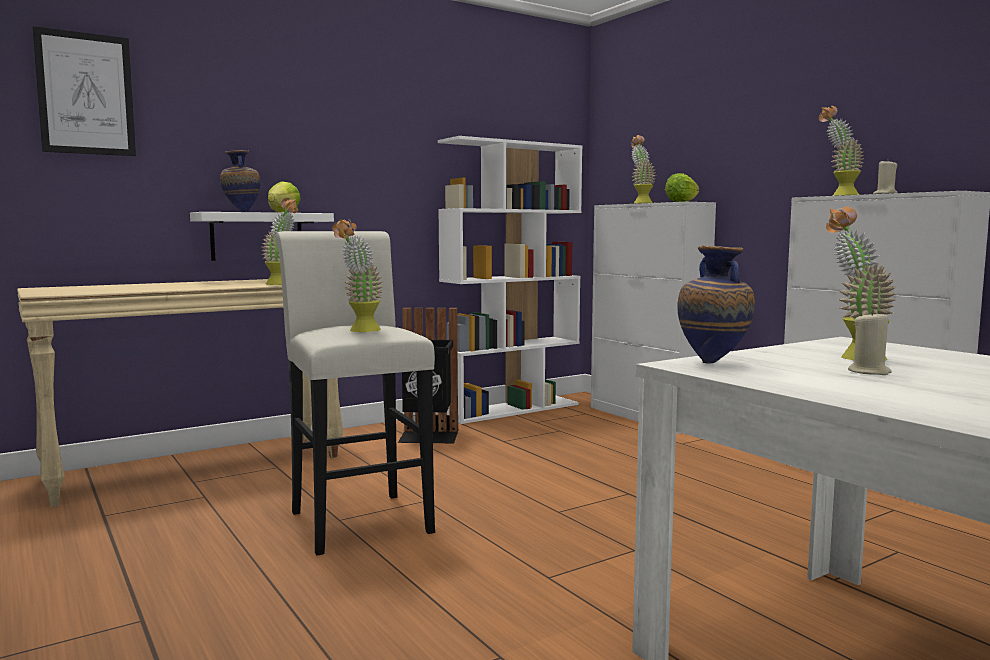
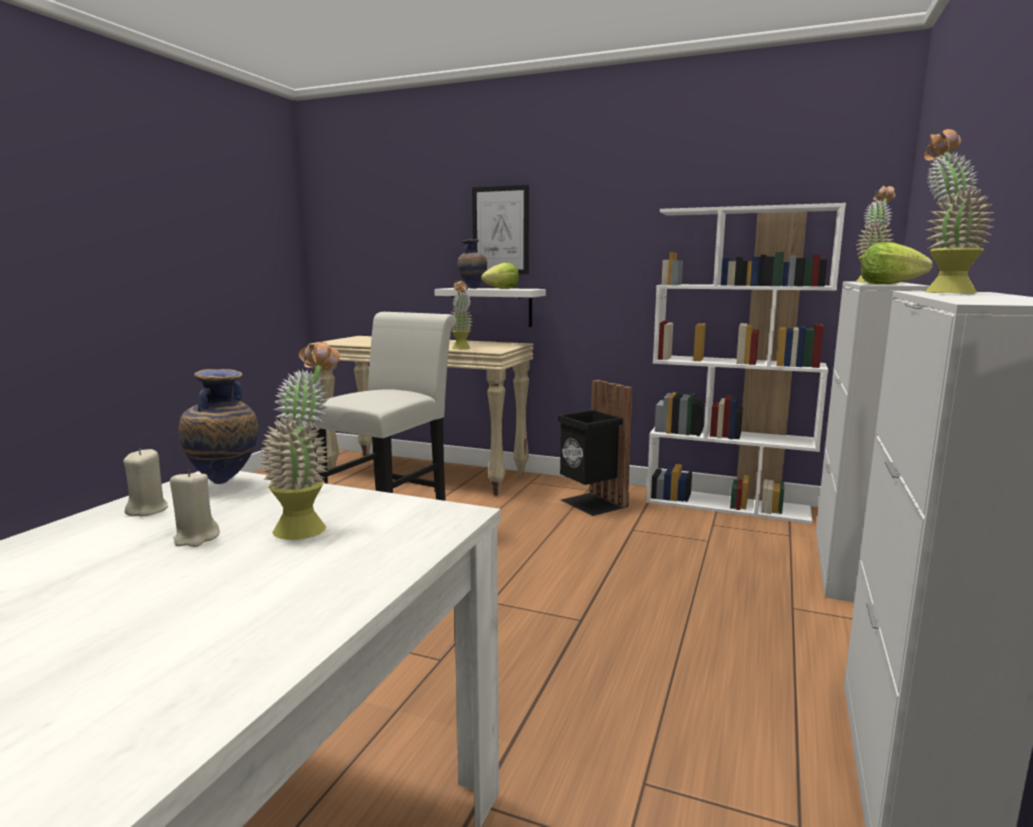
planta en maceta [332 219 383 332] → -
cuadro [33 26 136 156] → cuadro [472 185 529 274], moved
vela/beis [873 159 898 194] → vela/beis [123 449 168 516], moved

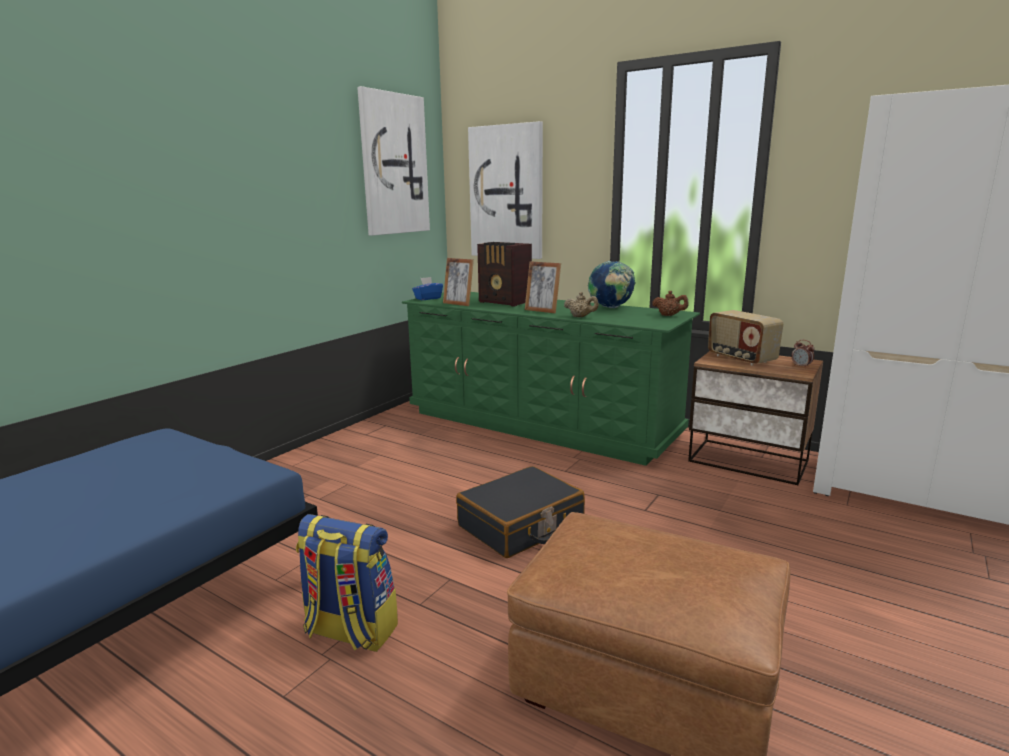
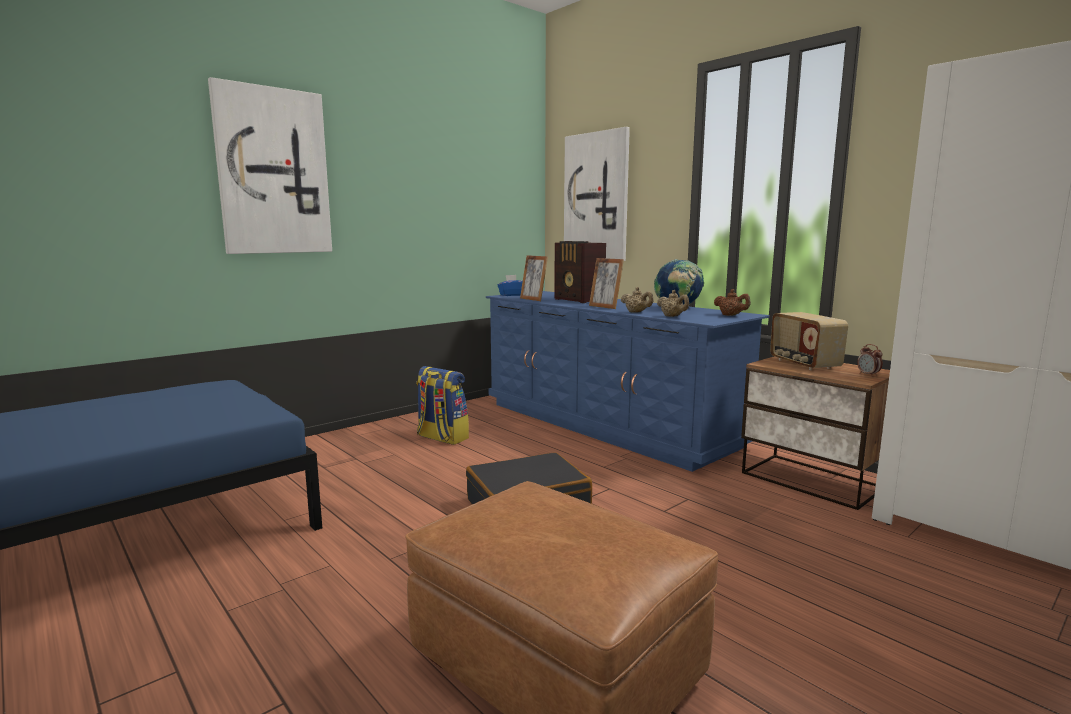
- → tetera/beis [657 290 689 317]
mochila [296 514 398 652] → mochila [416 366 469 445], moved
cuadro [357 86 430 236] → cuadro [208 77 332 254], moved
cómoda/verde [402 292 700 466] → cómoda/azul [486 291 770 472]

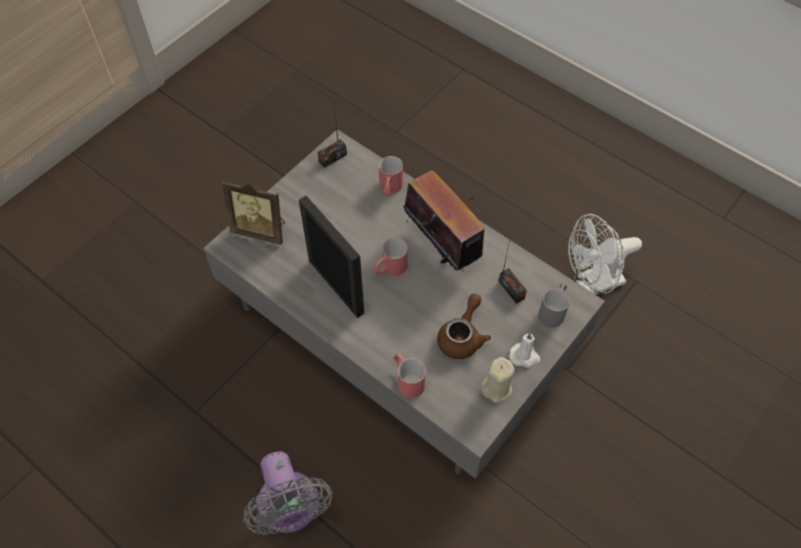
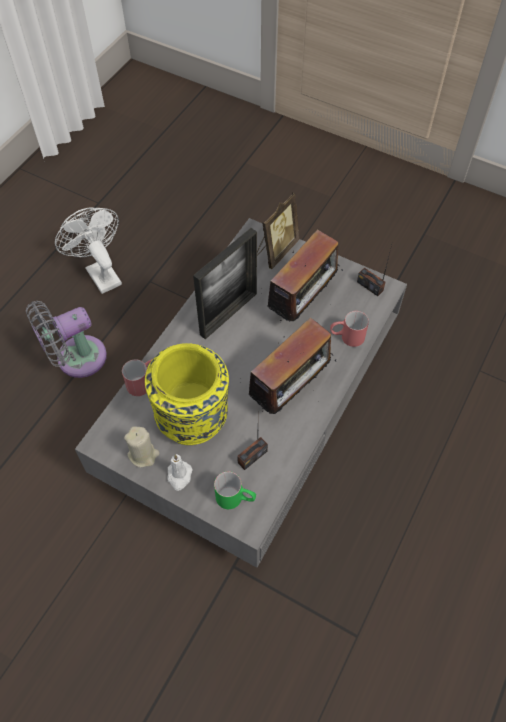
taza grande/rojo [373 238 408 276] → -
- → radio [261 230 343 321]
ventilador/blanco [568 214 642 295] → ventilador/blanco [55 208 122 294], moved
tetera/marrón [437 294 491 359] → florero/amarillo [145 343 229 445]
taza grande/gris [538 283 570 327] → taza grande/verde [214 471 256 509]
portarretratos [222 180 285 245] → portarretratos [257 192 300 269], 150 degrees counterclockwise

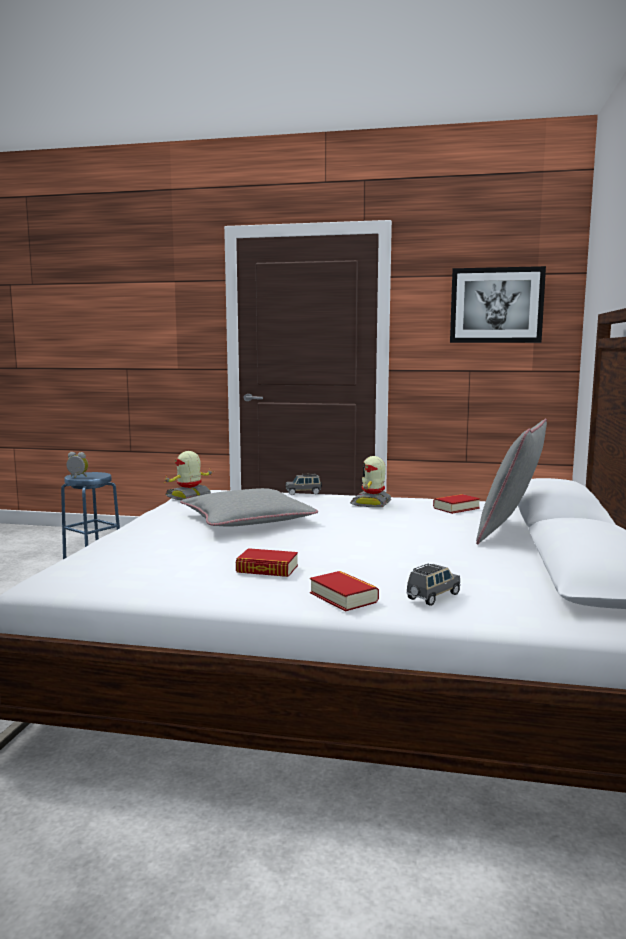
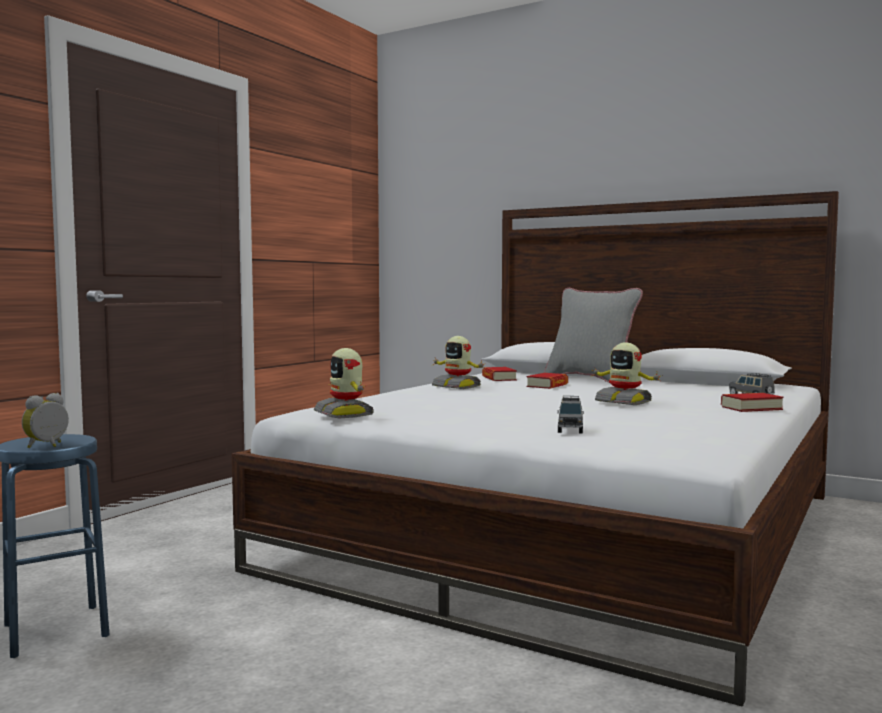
cojín/gris [180 488 318 527] → -
cuadro [450 266 546 343] → -
- → robot de juguete [590 342 663 405]
libro [236 548 298 577] → libro [526 373 568 389], moved
coche de juguete/gris [286 473 322 495] → coche de juguete/gris [557 396 584 434], moved

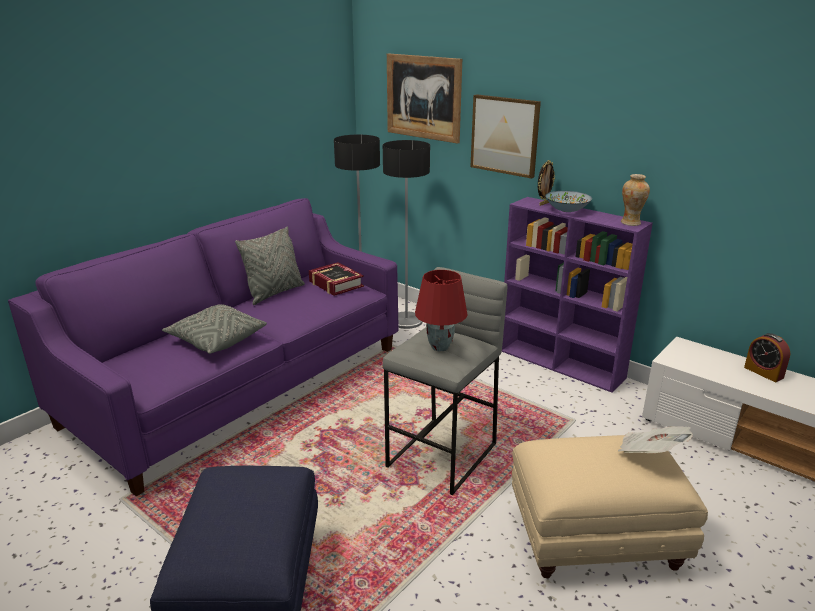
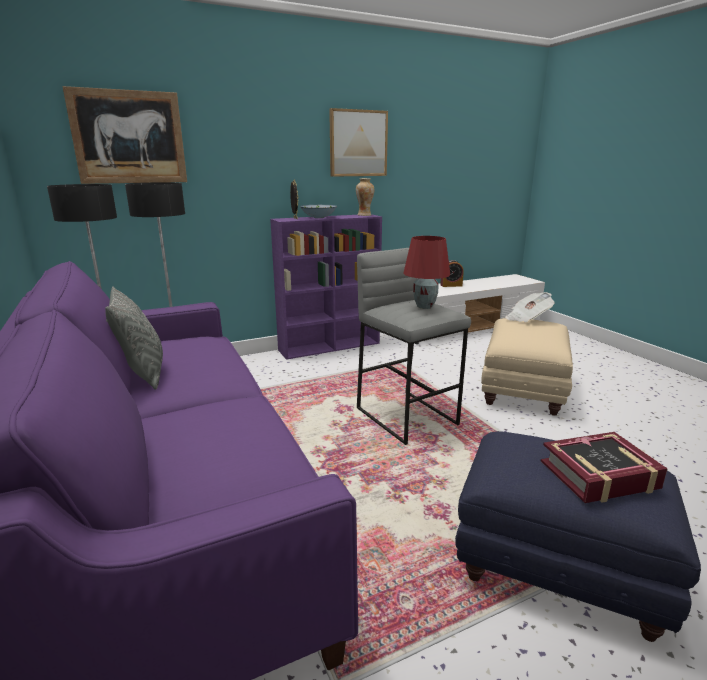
cojín/gris [162 304 267 354] → -
libro [309 262 364 296] → libro [541 432 668 503], moved
cuadro [470 94 541 179] → cuadro [329 108 388 177], moved

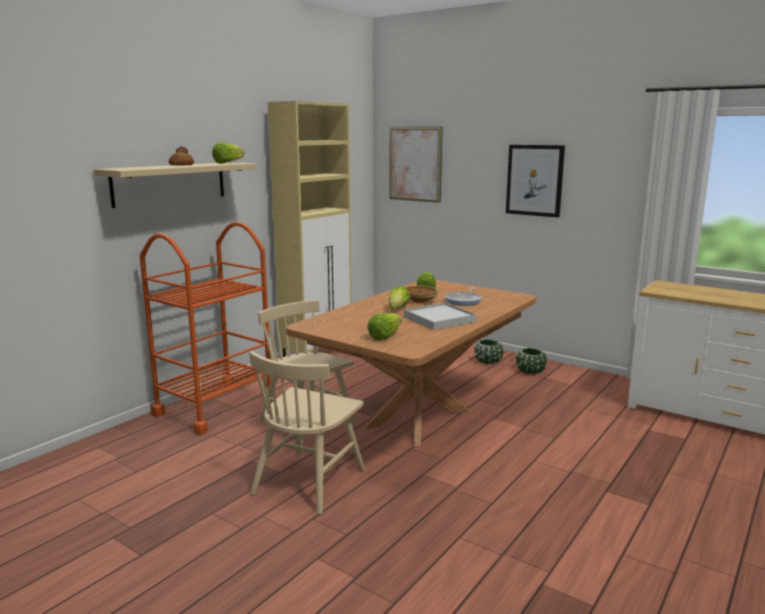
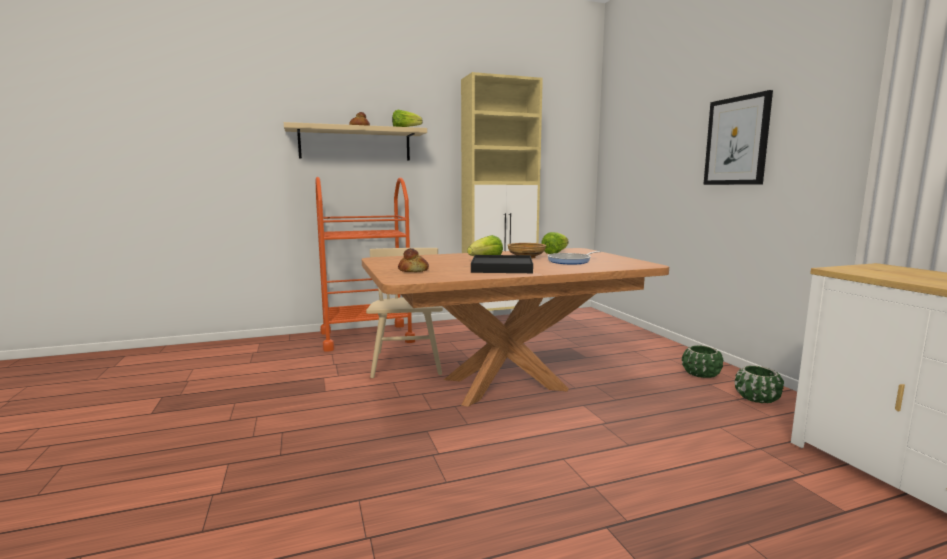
silla/beis [249 351 365 514] → -
cuadro [389 126 443 203] → -
maceta/verde [474 339 503 364] → maceta/verde [735 366 784 403], moved
lechuga [367 313 402 340] → pan [398 248 429 272]
bandeja/blanco [404 303 476 330] → bandeja/negro [471 255 533 273]

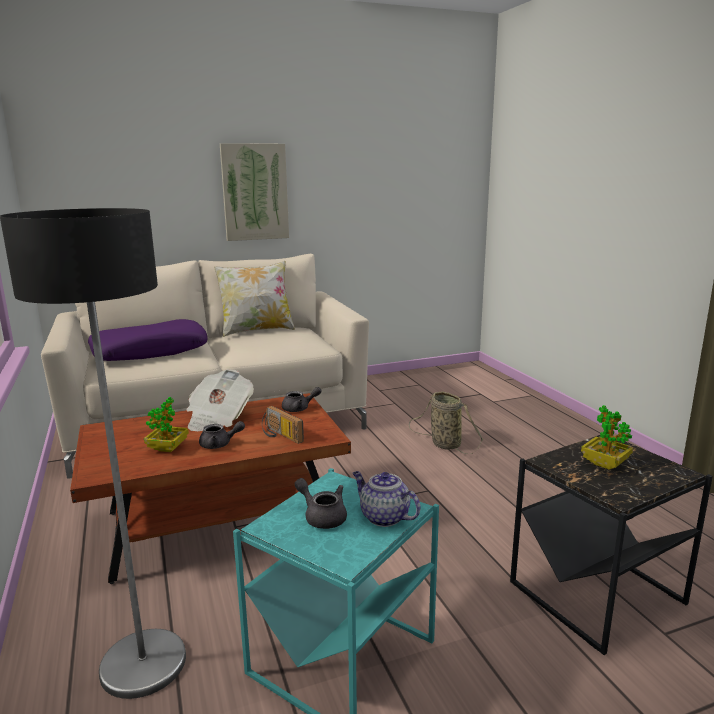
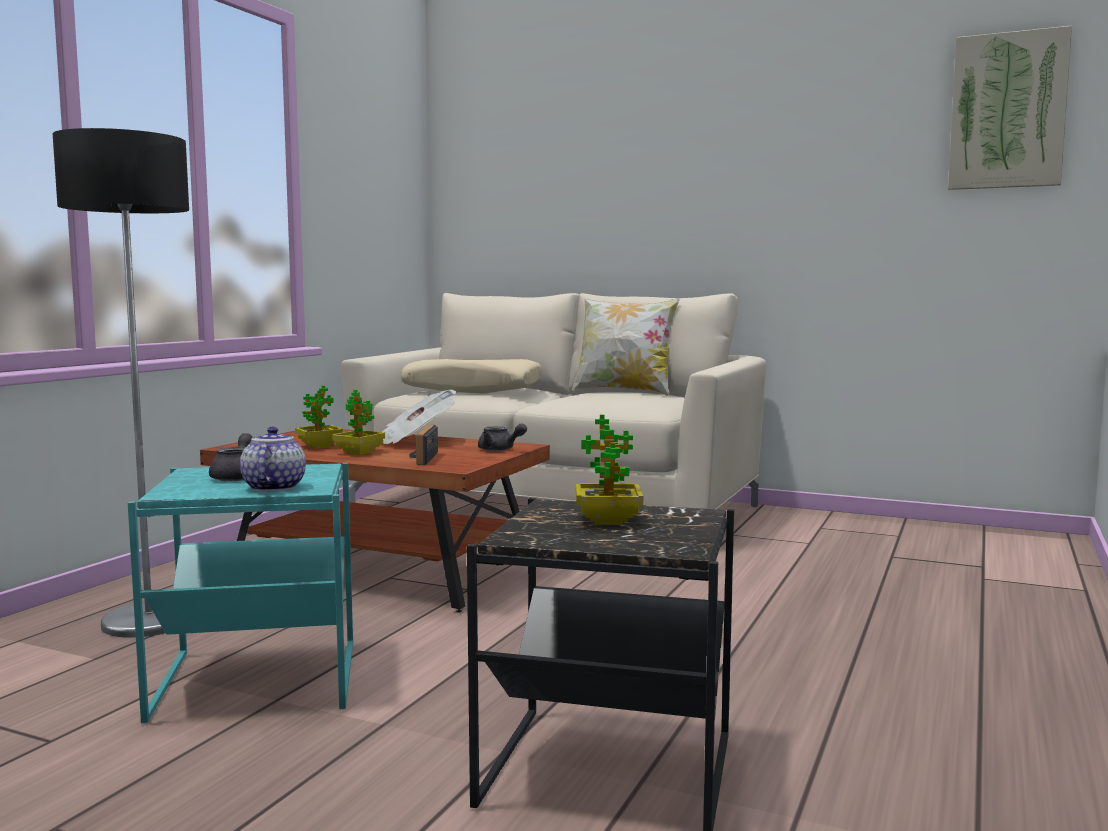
cesta [409 391 483 454] → -
cuadro [220 143 289 241] → cuadro [948 26 1072 190], moved
tetera/gris [199 421 245 449] → planta en maceta [332 390 385 455]
cojín/morado [88 319 208 361] → cojín/beis [401 359 542 394]

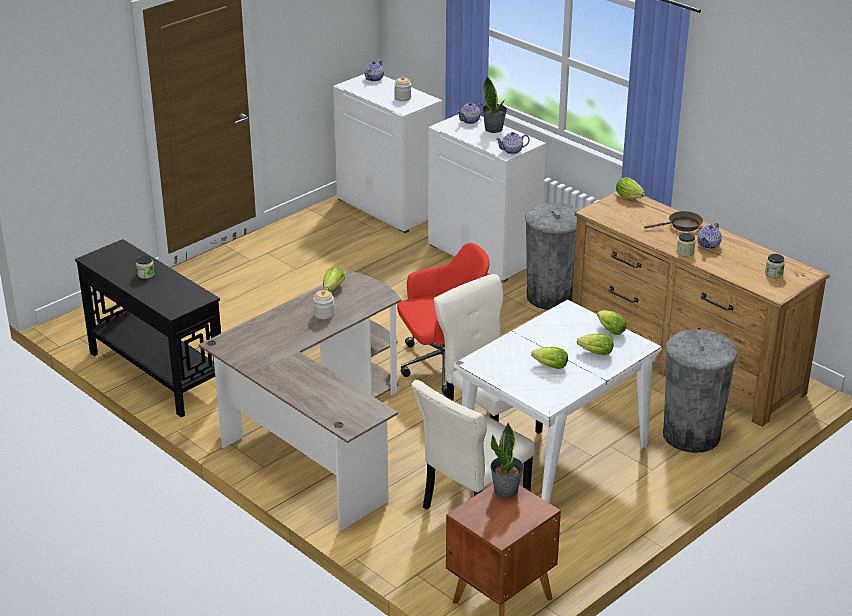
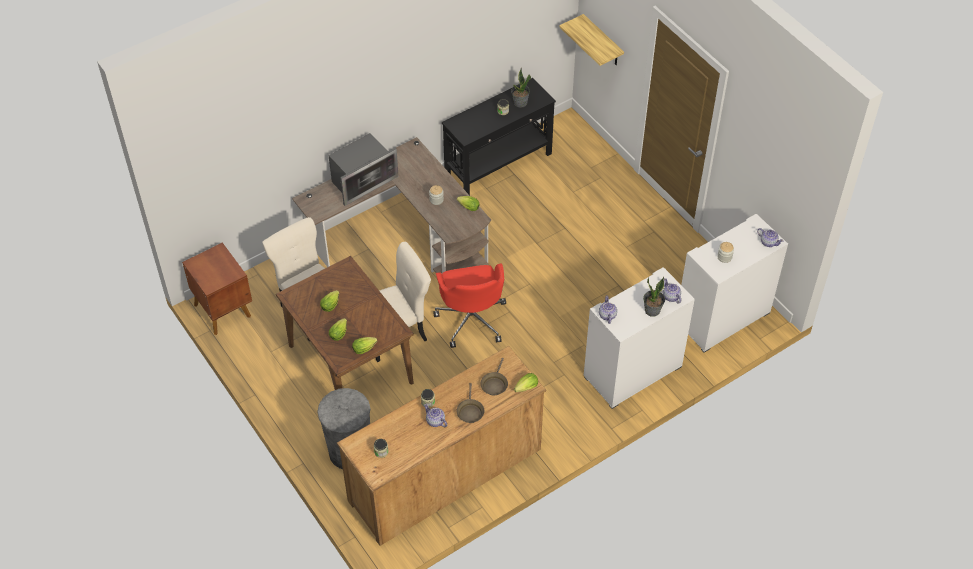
papelera/gris [525 203 580 310] → -
- → microondas [328 133 399 206]
- → sartén/marrón [480 358 508 395]
- → estante [560 14 624 66]
planta en maceta [490 422 524 498] → planta en maceta [511 68 531 108], moved
mesa de comedor/blanco [454 300 662 503] → mesa de comedor/marrón [276 256 414 390]

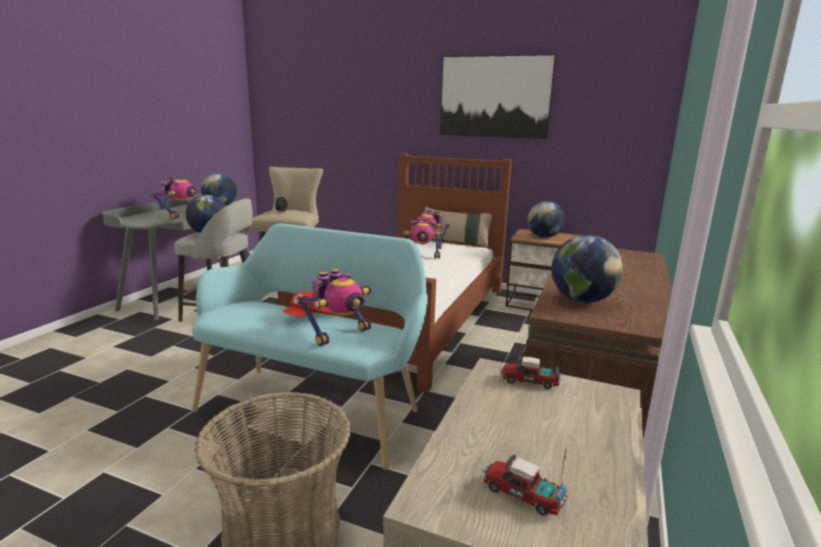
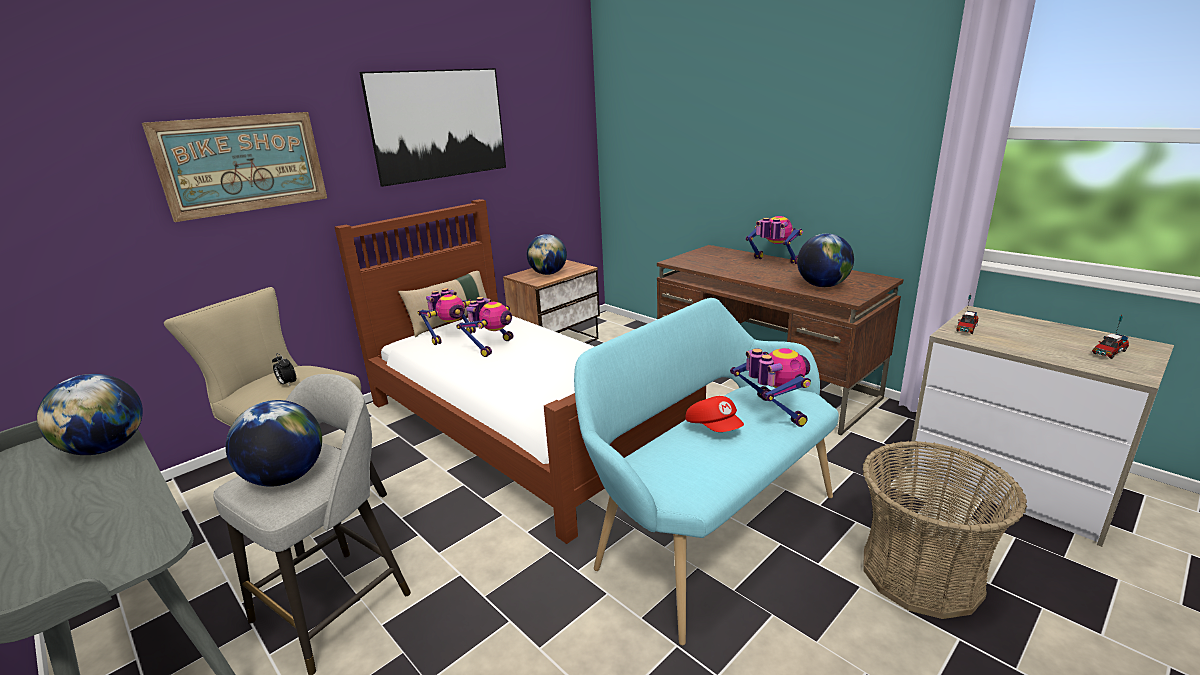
- → cuadro [142 112 327 222]
robot de juguete [151 177 196 219] → robot de juguete [746 216 803 264], moved

